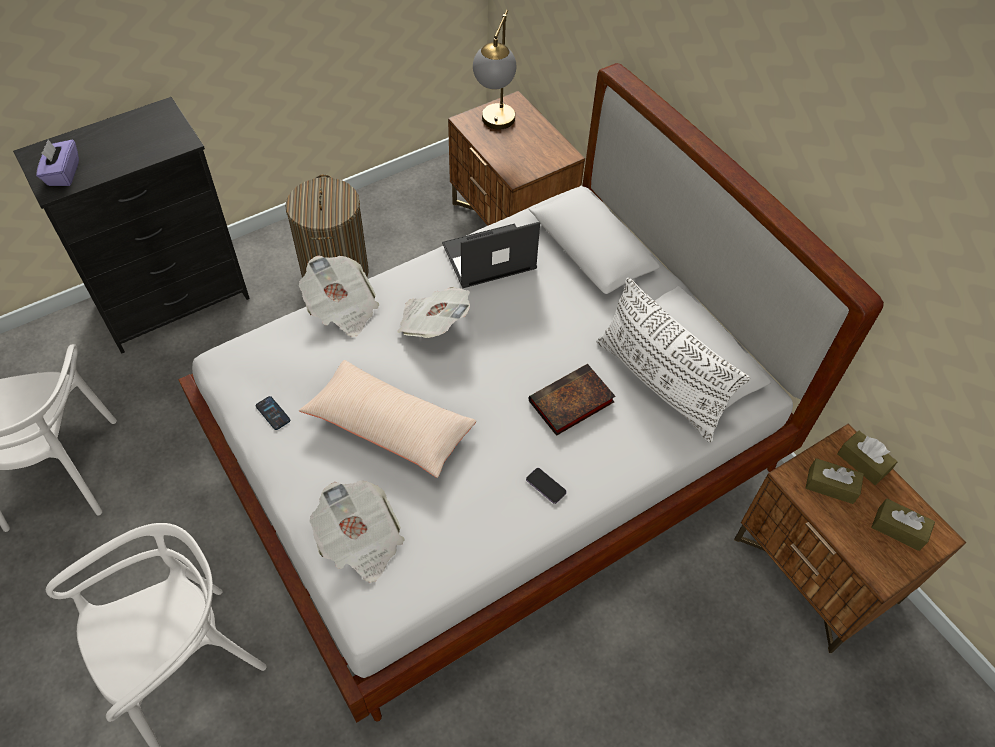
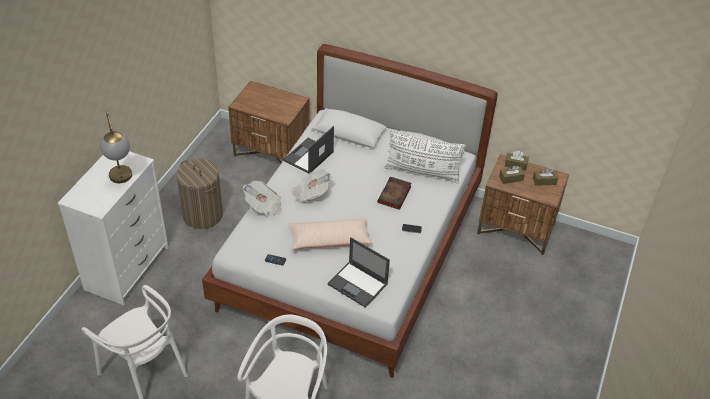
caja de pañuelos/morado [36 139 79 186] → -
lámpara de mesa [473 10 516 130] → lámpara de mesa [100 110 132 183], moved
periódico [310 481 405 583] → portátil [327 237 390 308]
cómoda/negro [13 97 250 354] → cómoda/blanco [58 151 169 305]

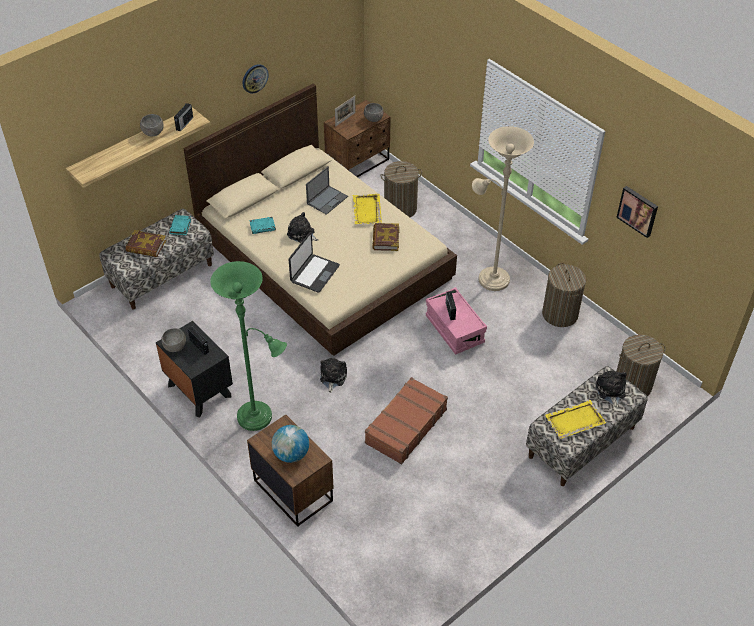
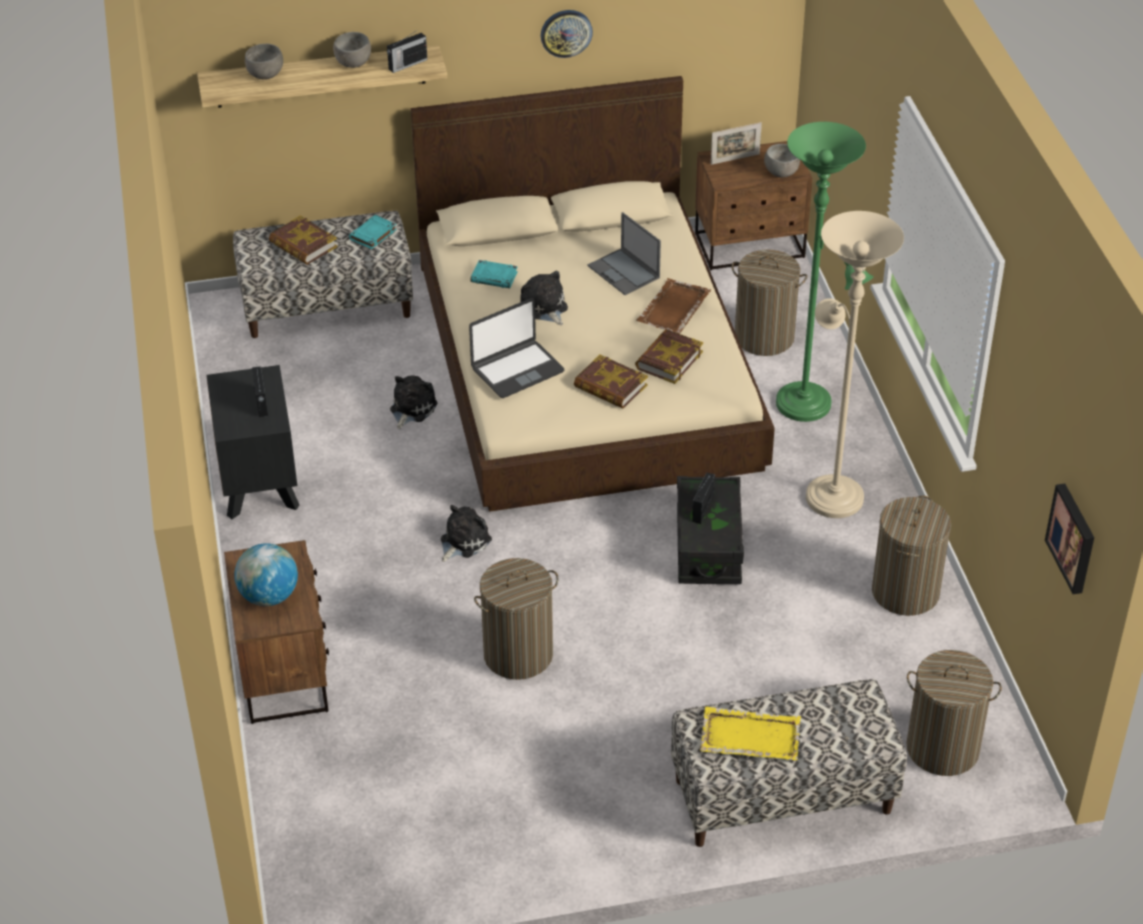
- → libro [574 355 648 408]
cuenco/gris [161 328 186 352] → cuenco/gris [245 44 283 80], moved
lámpara de pie/verde [210 261 287 431] → lámpara de pie/verde [776 122 874 422], moved
peluche [596 371 627 408] → peluche [390 375 438 429], moved
cuadro [616 186 658 238] → cuadro [1045 483 1094 594], moved
maleta/marrón [365 377 448 465] → cesto de la ropa [474 558 559 680]
bandeja/amarillo [353 194 382 224] → bandeja/marrón [636 278 711 334]
caja de almacenaje/rosa [426 287 487 355] → caja de almacenaje/negro [677 476 744 584]
portátil [306 166 348 215] → portátil [587 212 661 295], 75 degrees clockwise

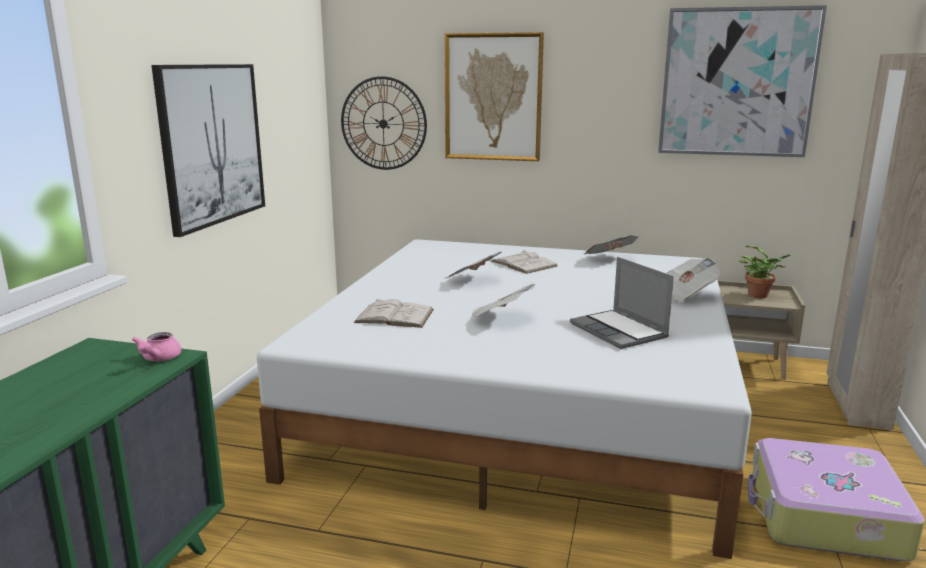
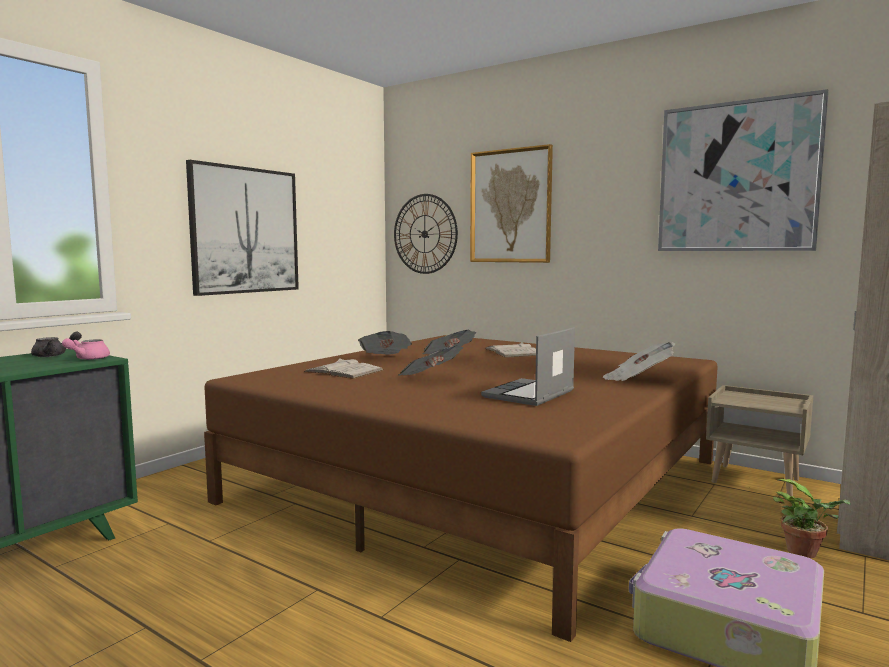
- → tetera/gris [31 331 82 357]
periódico [584 235 638 254] → periódico [358 331 412 355], moved
planta en maceta [739 245 795 298] → planta en maceta [773 479 851 558], moved
cama/blanco [257 239 752 559] → cama/marrón [204 335 718 642]
portátil [570 257 674 349] → portátil [481 327 575 406], 45 degrees clockwise

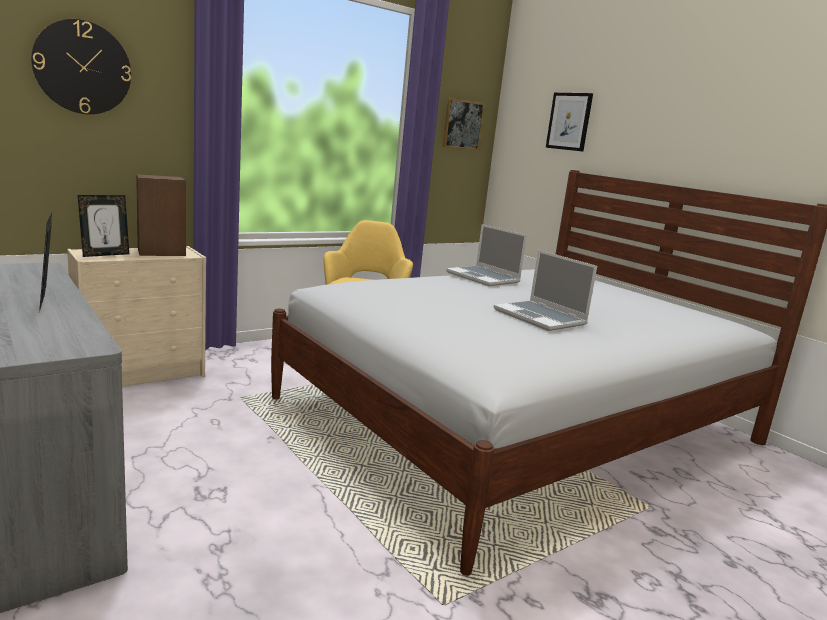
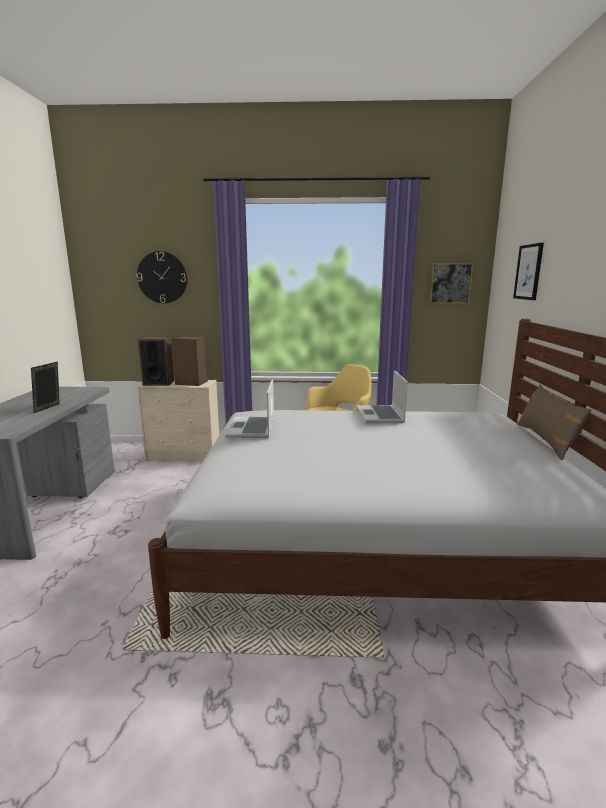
- → cojín/marrón [517 384 592 460]
portátil [494 250 597 331] → portátil [225 379 274 438], moved
portarretratos [78 195 129 257] → altavoz [138 337 174 386]

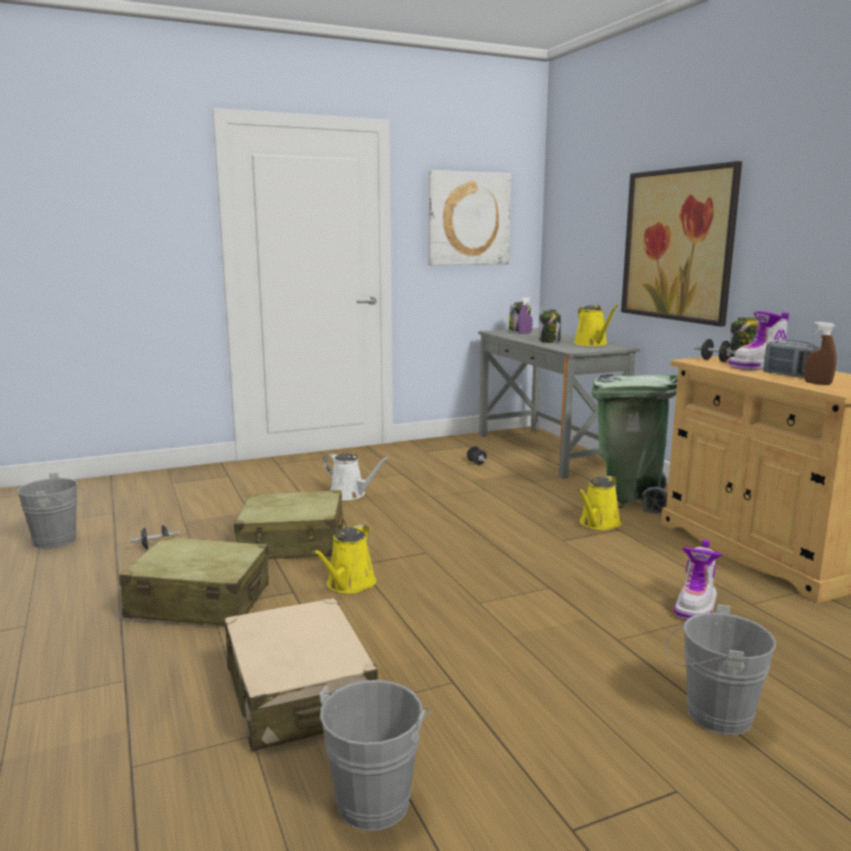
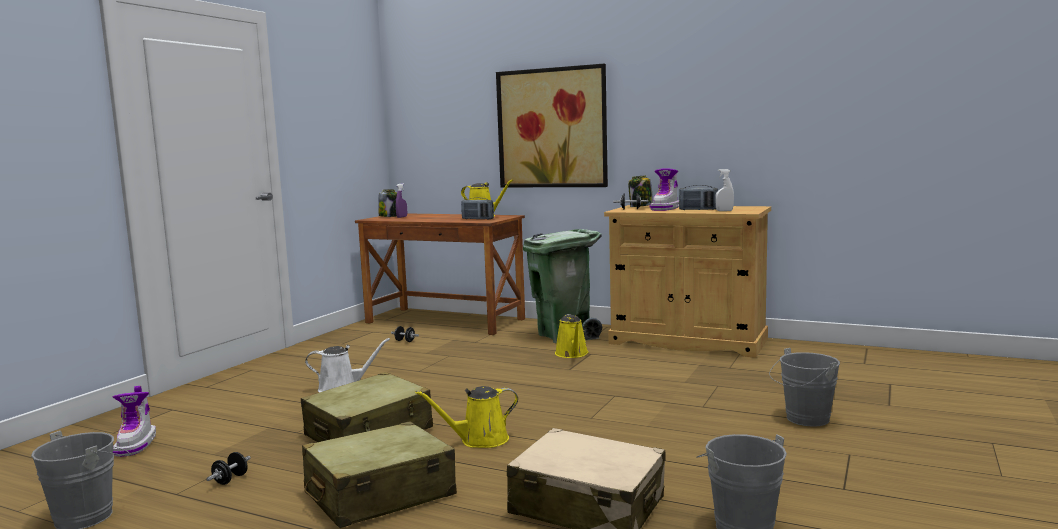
cuadro [428 170 511 265] → -
tarro [539 309 561 343] → -
- → radio [461 198 494 219]
bota [674 539 722 620] → bota [112 386 156 457], moved
escritorio/gris [478 328 640 479] → escritorio/marrón [355 213 525 335]
pulverizador/marrón [805 322 837 385] → pulverizador/blanco [715 169 734 211]
regadera/amarillo [312 524 376 594] → regadera/amarillo [415 386 518 448], 90 degrees clockwise

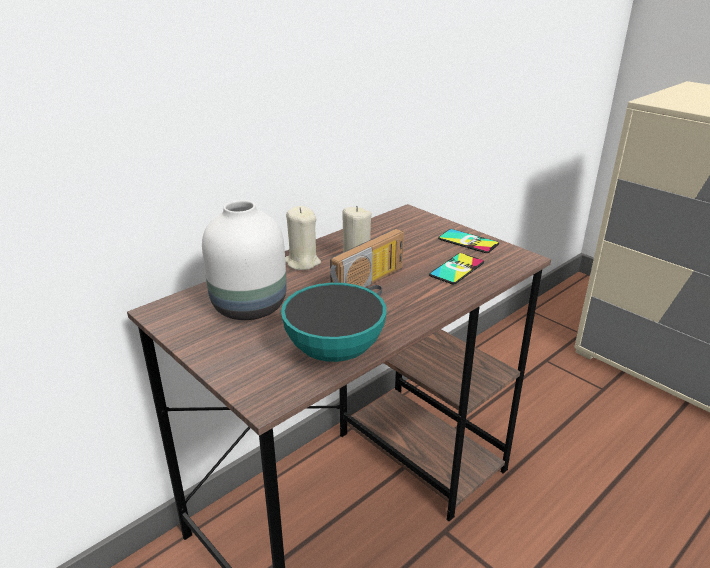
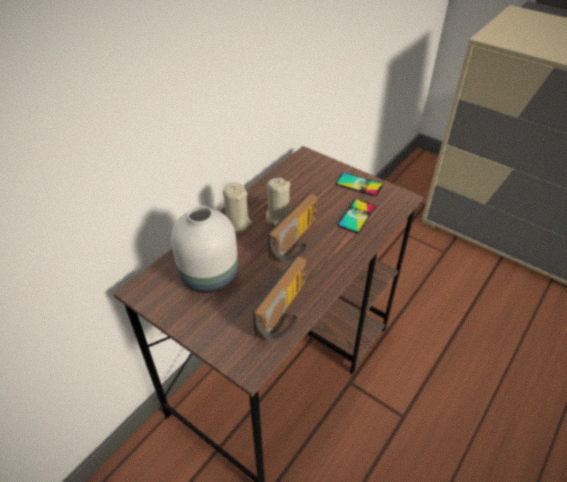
cuenco [281 283 386 362] → radio [253 256 306 342]

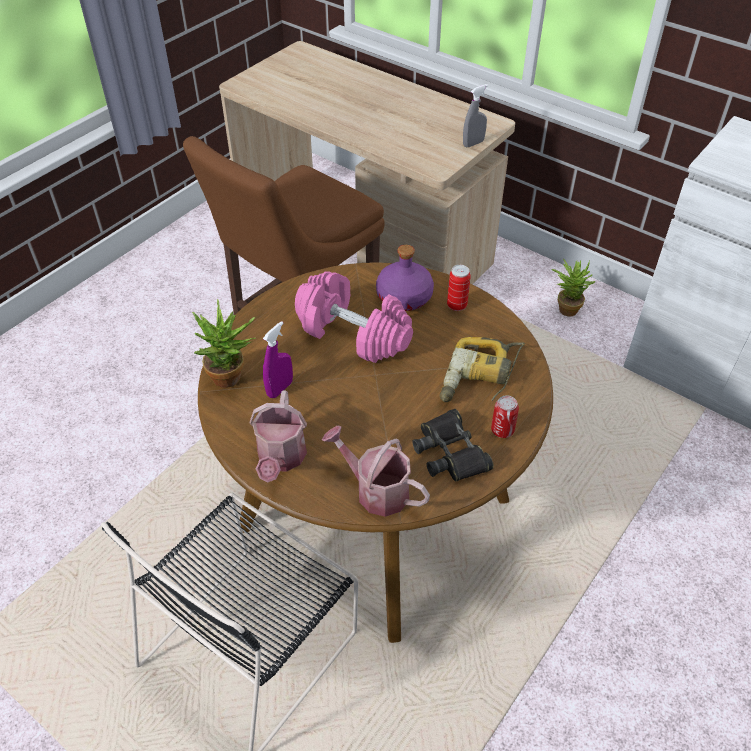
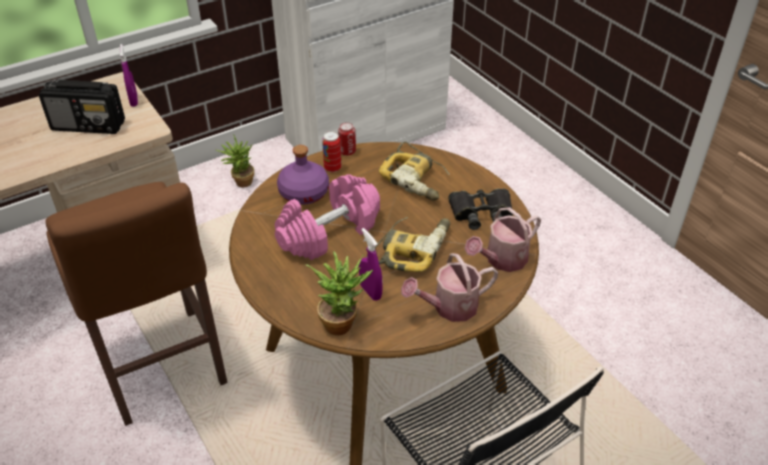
- → radio [39 79 125 134]
- → taladro [367 217 450 272]
lata [491 395 519 438] → lata [338 122 356 156], moved
pulverizador/gris [463 84 488 147] → pulverizador/morado [120 44 138 107]
regadera [249 390 307 482] → regadera [401 253 498 322], 135 degrees clockwise

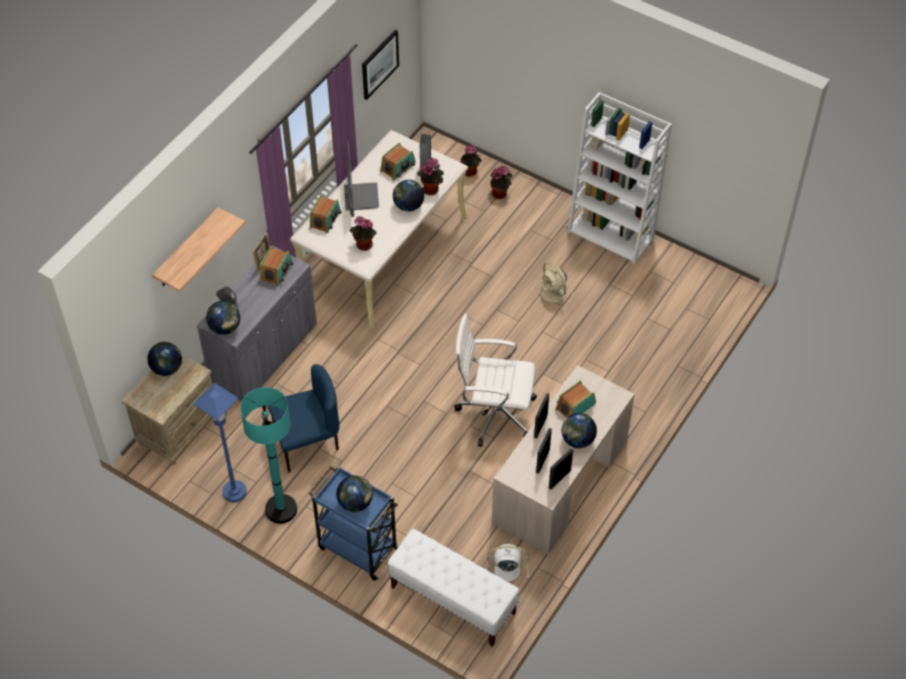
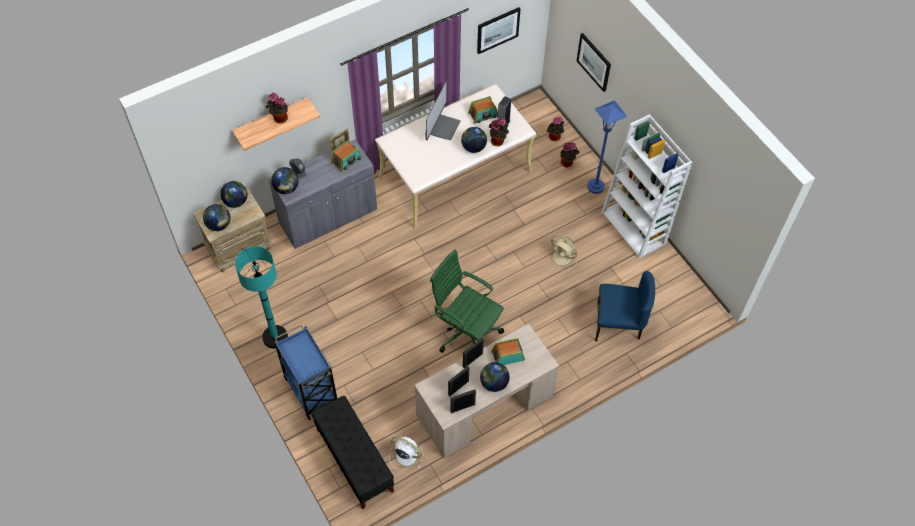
radio [310 195 342 234] → -
- → cuadro [577 33 611 92]
lámpara de pie/azul [193 383 247 502] → lámpara de pie/azul [587 100 627 194], moved
silla/azul [268 364 339 473] → silla/azul [595 271 655 341], moved
globo terráqueo [336 476 373 512] → globo terráqueo [203 204 231 231], moved
planta en maceta [350 216 377 251] → planta en maceta [266 92 288 124], moved
banco/blanco [388 529 519 647] → banco/negro [312 396 394 509]
silla de oficina/blanco [454 314 537 447] → silla de oficina/verde [430 250 504 353]
ventilador/beis [535 262 573 309] → ventilador/beis [547 235 578 270], 45 degrees counterclockwise

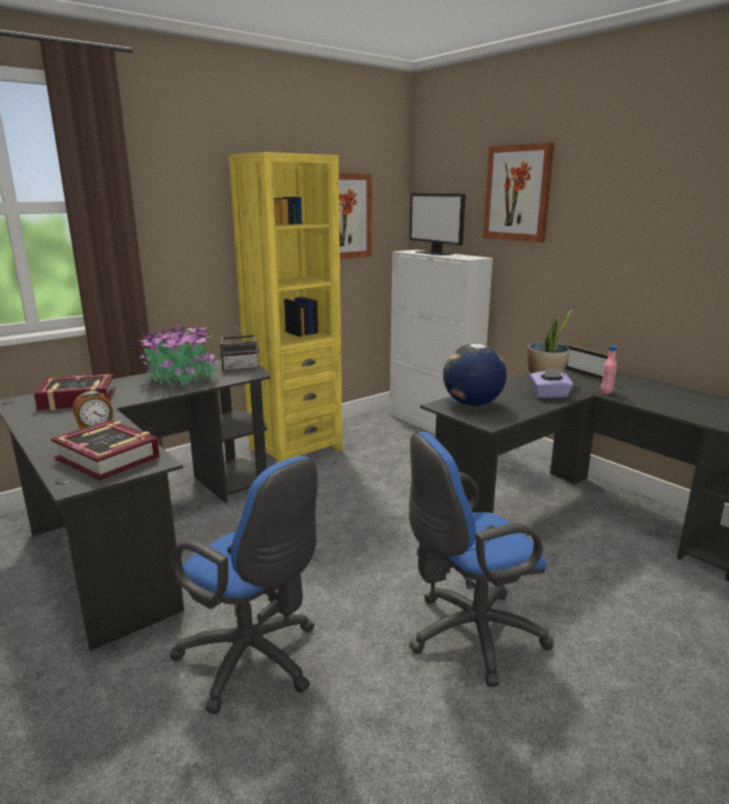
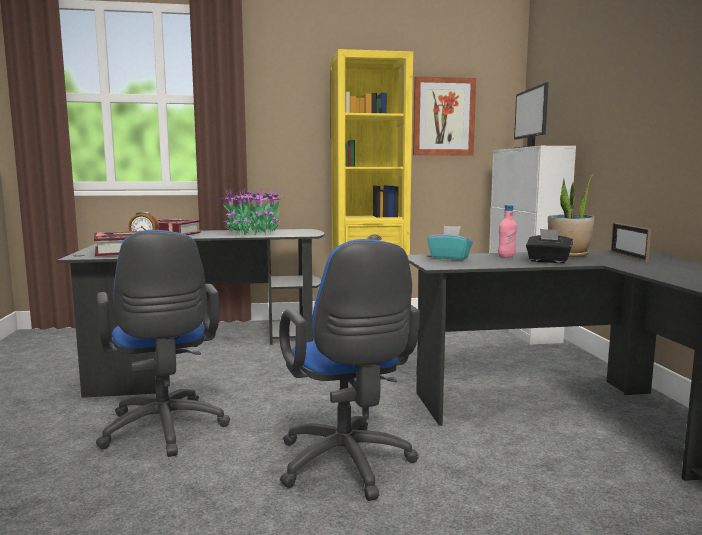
radio [220 326 259 371] → -
cuadro [483 142 554 242] → -
botella/rosa [601 345 617 395] → botella/rosa [498 205 517 258], moved
globo terráqueo [443 344 506 406] → caja de pañuelos/turquesa [427 226 473 260]
caja de pañuelos/morado [530 369 573 398] → caja de pañuelos/negro [526 229 573 263]
silla de oficina/azul [409 432 554 687] → silla de oficina/azul [279 239 420 501], 120 degrees counterclockwise

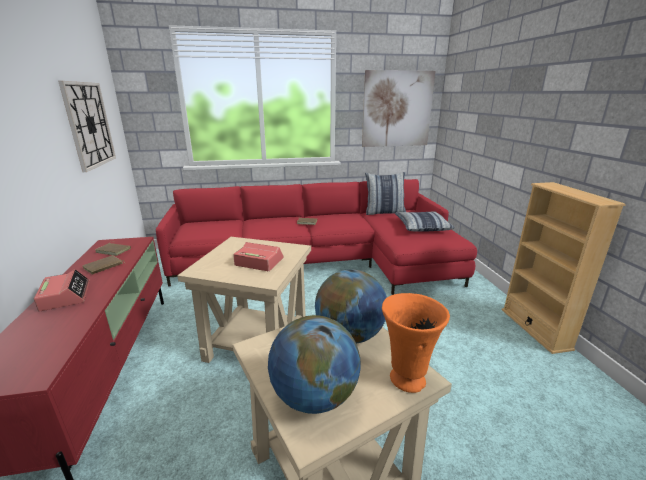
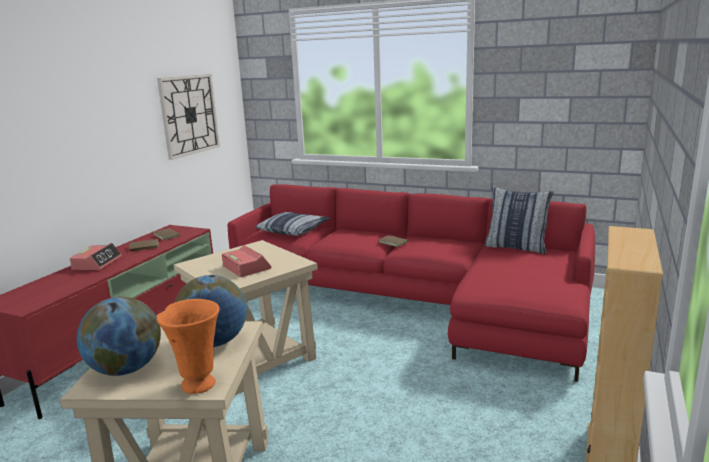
cuadro [362 70 435 147] → -
cojín [395 212 454 231] → cojín [256 212 330 236], moved

